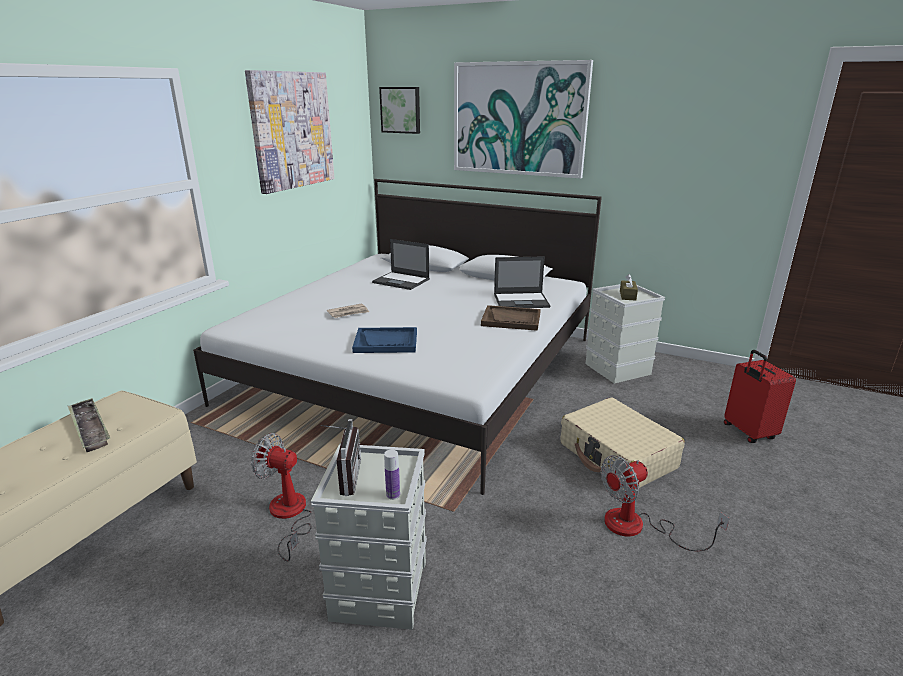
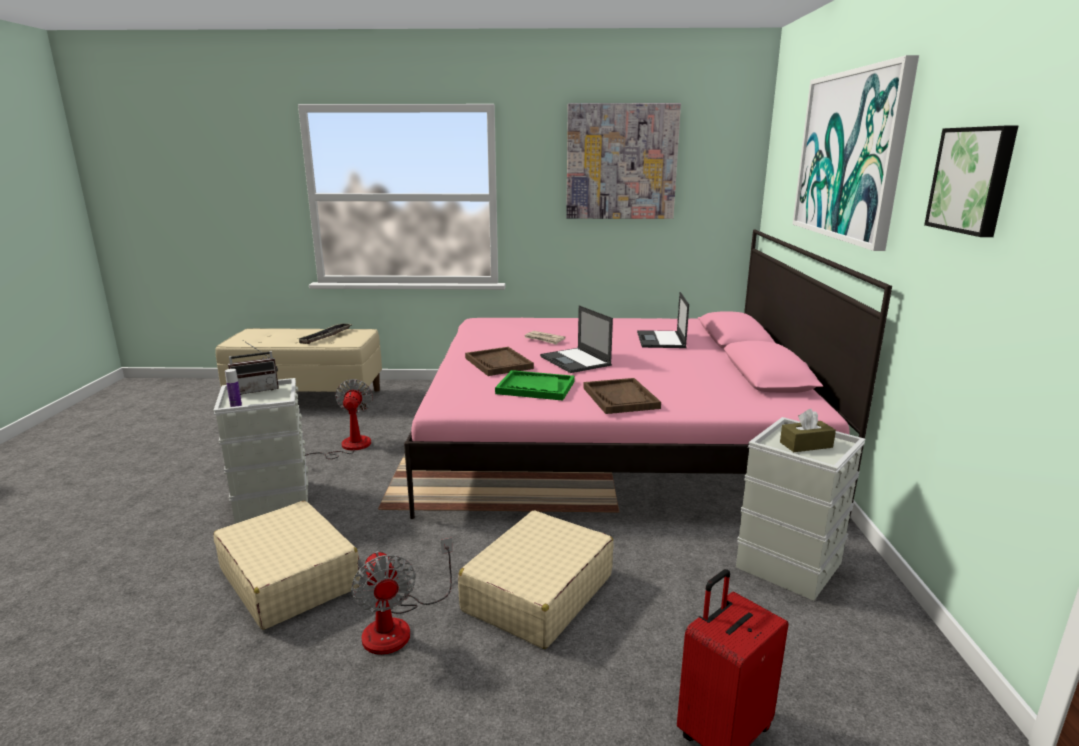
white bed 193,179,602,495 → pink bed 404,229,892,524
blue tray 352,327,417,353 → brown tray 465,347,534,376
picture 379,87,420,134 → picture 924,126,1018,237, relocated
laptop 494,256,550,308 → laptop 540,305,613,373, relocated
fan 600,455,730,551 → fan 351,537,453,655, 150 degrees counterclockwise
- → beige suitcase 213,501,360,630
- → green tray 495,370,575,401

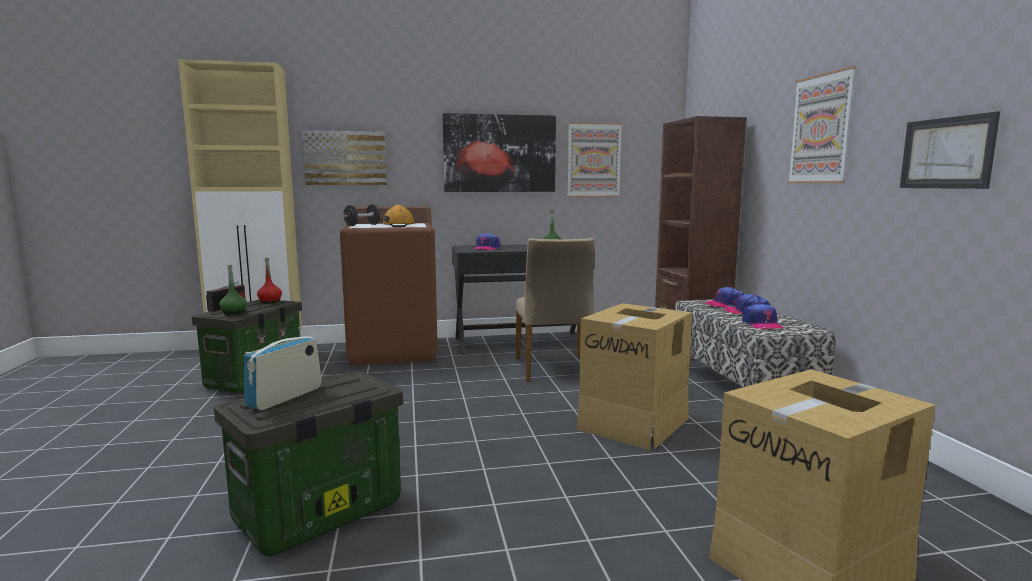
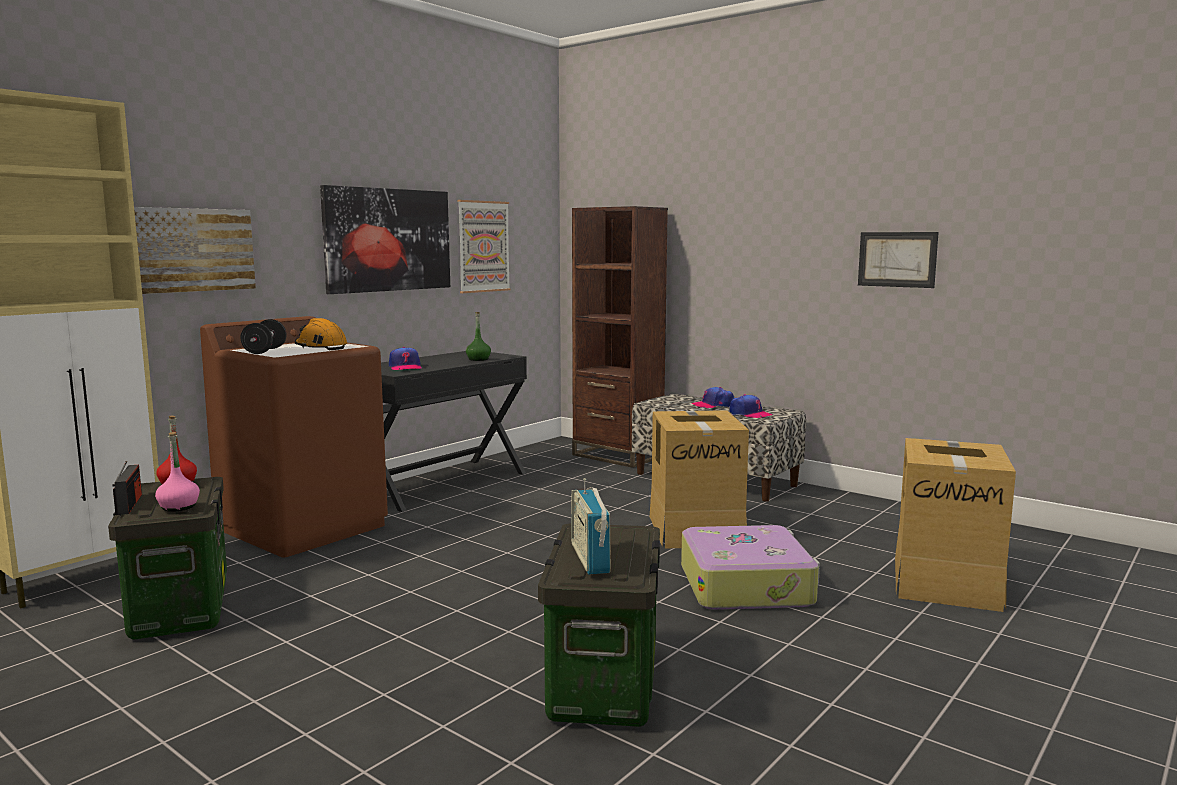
green bottle 219,264,247,315 → pink bottle 155,432,200,512
beige chair 516,238,595,382 → -
cap 704,287,744,307 → -
picture 787,66,856,183 → -
- → suitcase 681,525,820,610

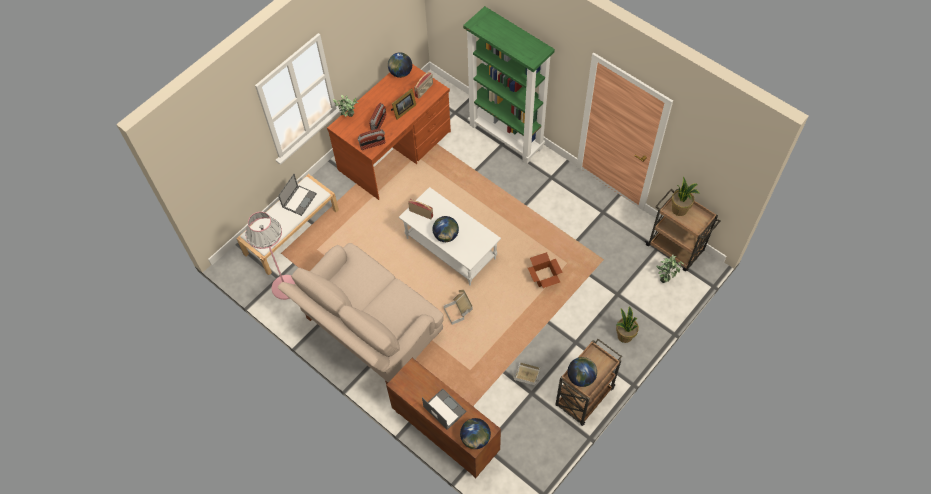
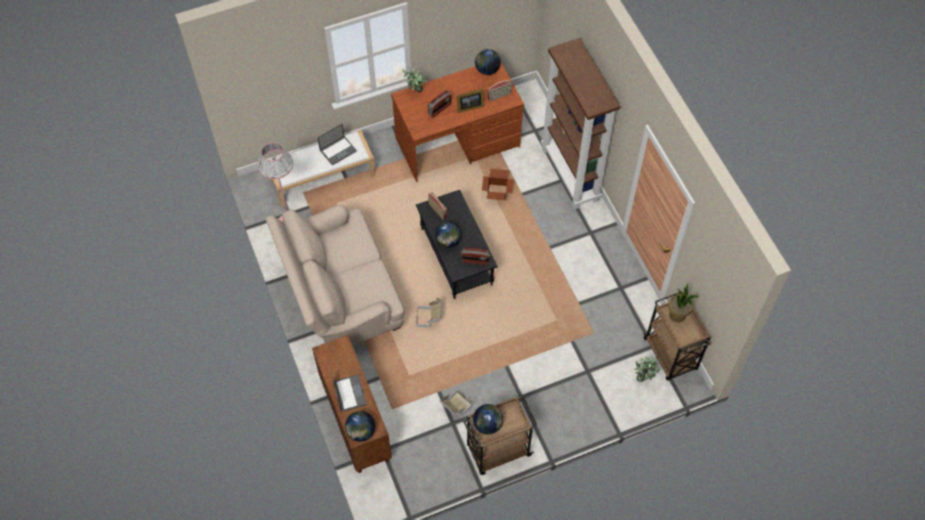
radio 358,128,385,150 → radio 461,248,490,265, relocated
white coffee table 399,187,501,286 → black coffee table 416,190,498,299
green bookcase 463,6,555,164 → brown bookcase 541,38,620,209
cardboard box 528,252,563,288 → cardboard box 482,169,514,200, relocated
potted plant 616,306,639,343 → -

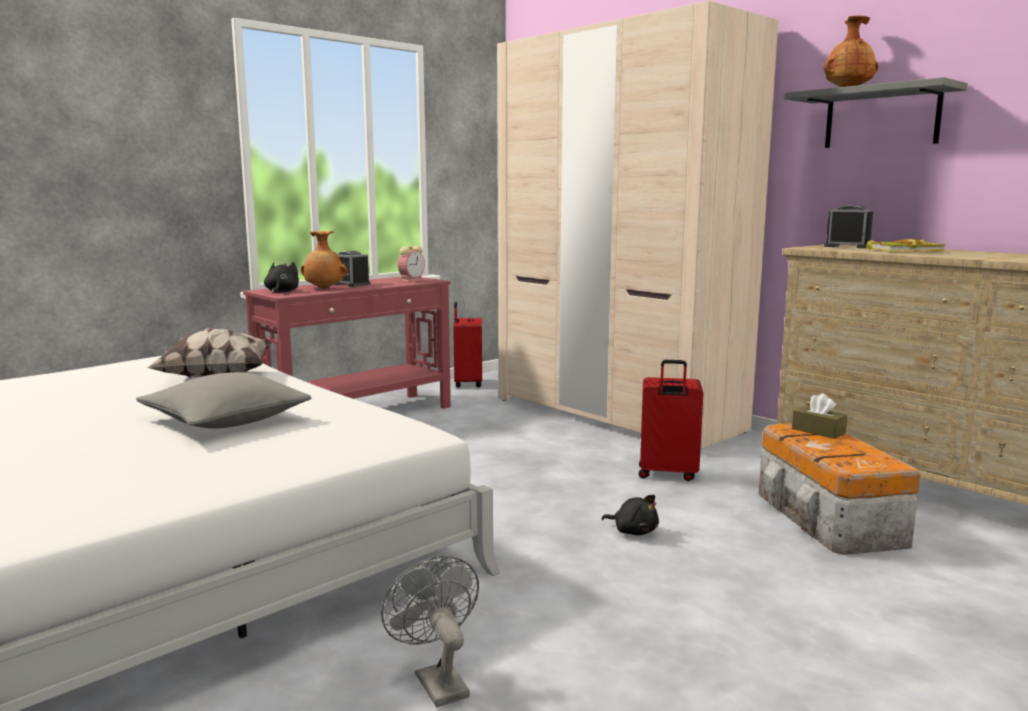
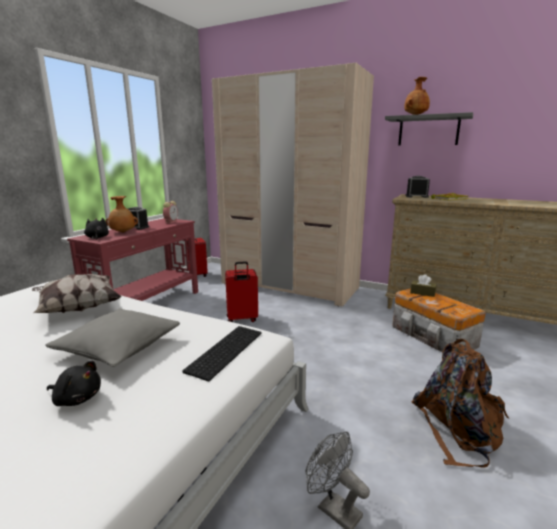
black plush toy 602,495,659,535 → black plush toy 47,361,101,406, relocated
red suitcase 639,360,703,481 → red suitcase 225,261,258,322, relocated
- → keyboard 182,326,262,381
- → brown backpack 411,339,509,467

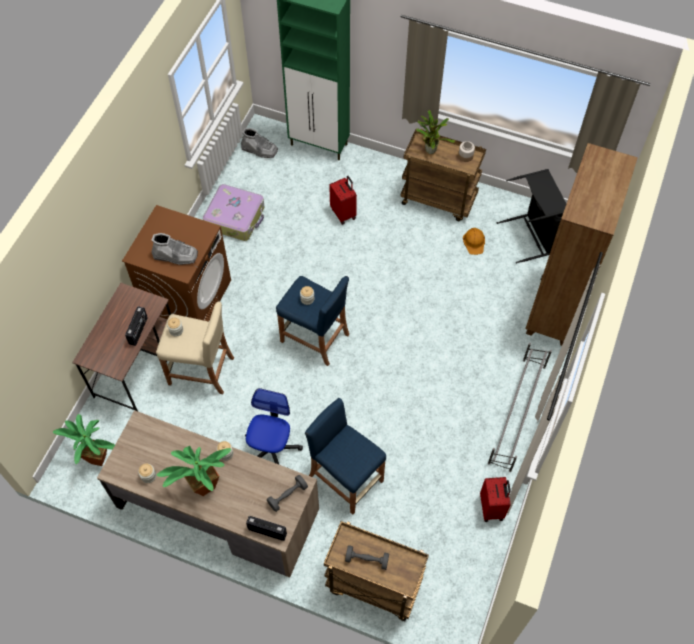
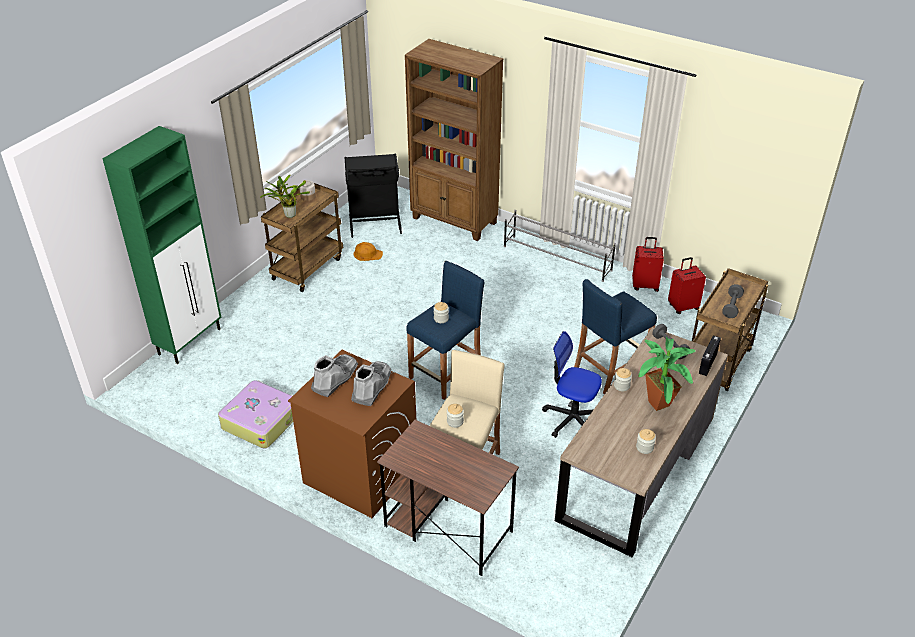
potted plant 53,414,115,466 → -
radio 125,306,148,346 → -
grey boot 241,128,278,158 → grey boot 311,354,358,397, relocated
red suitcase 329,176,357,225 → red suitcase 668,257,706,314, relocated

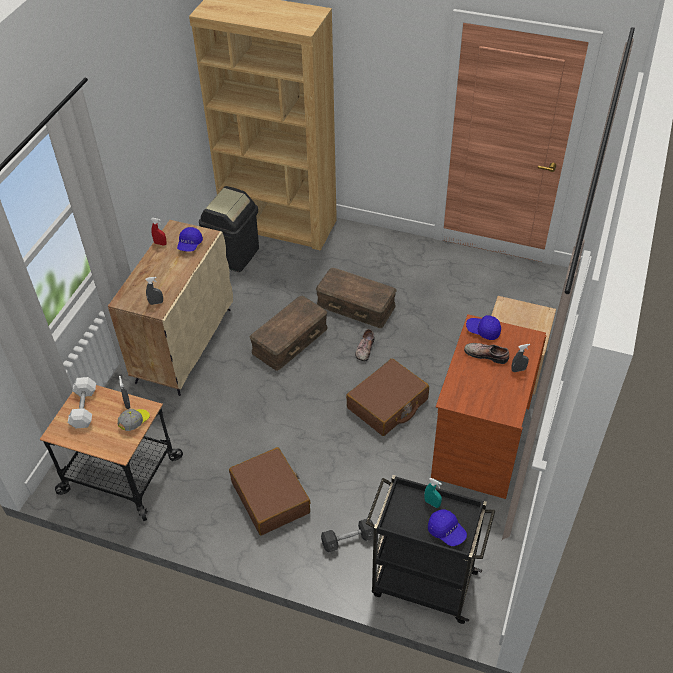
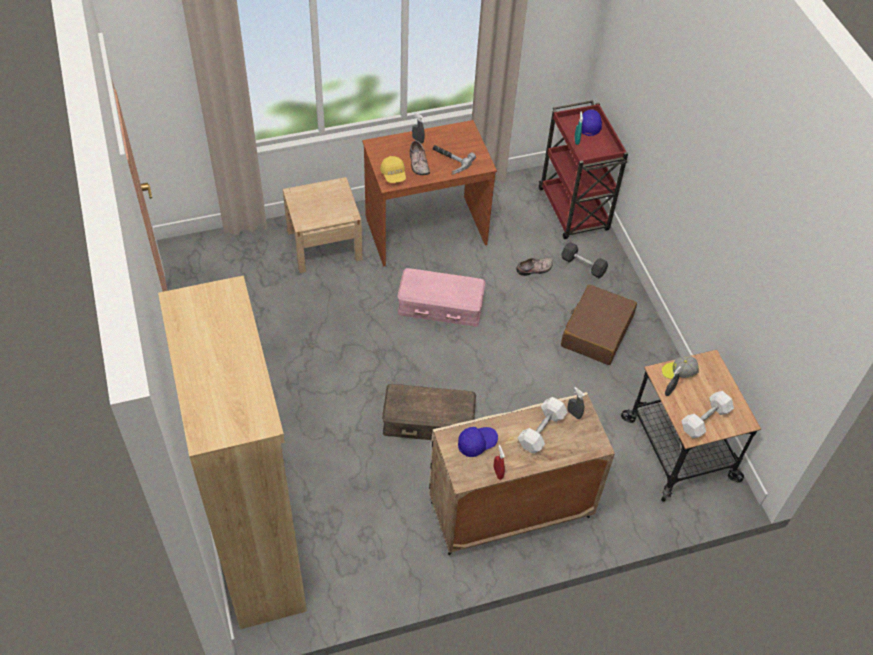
black trash can 199,186,259,272 → -
brown storage box 316,268,396,328 → -
brown suitcase 346,358,429,436 → pink storage box 397,268,486,327
shoe 355,329,375,361 → shoe 516,258,553,276, relocated
black cart 365,475,495,624 → red cart 539,100,628,239
blue cap 466,315,501,340 → yellow cap 380,156,406,183
- → hammer 433,145,476,174
- → white dumbbell 518,397,568,453

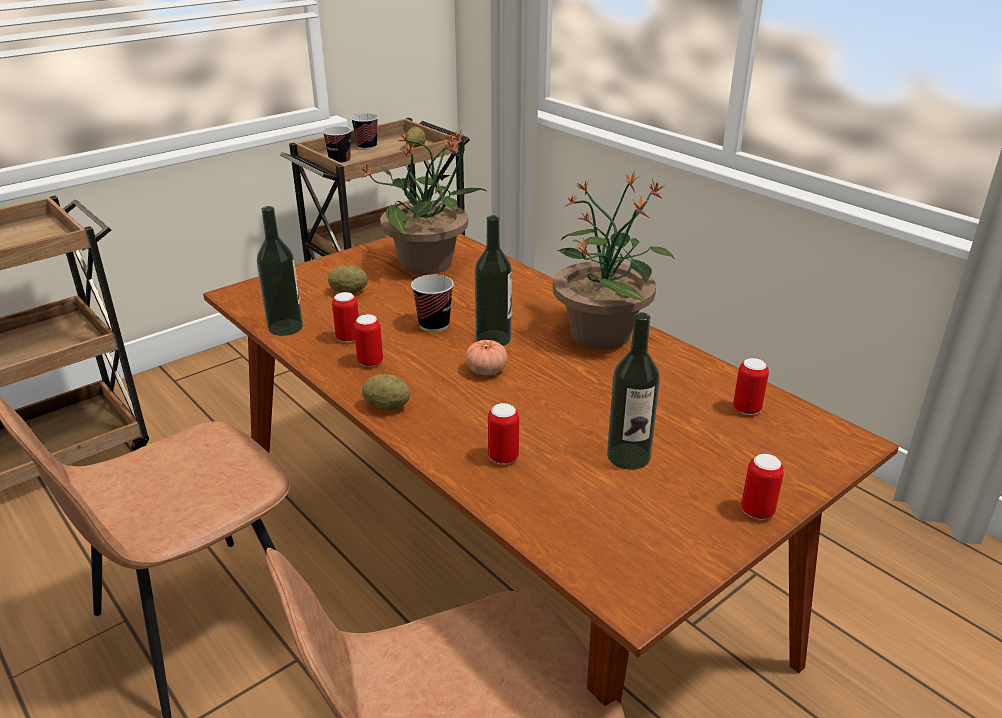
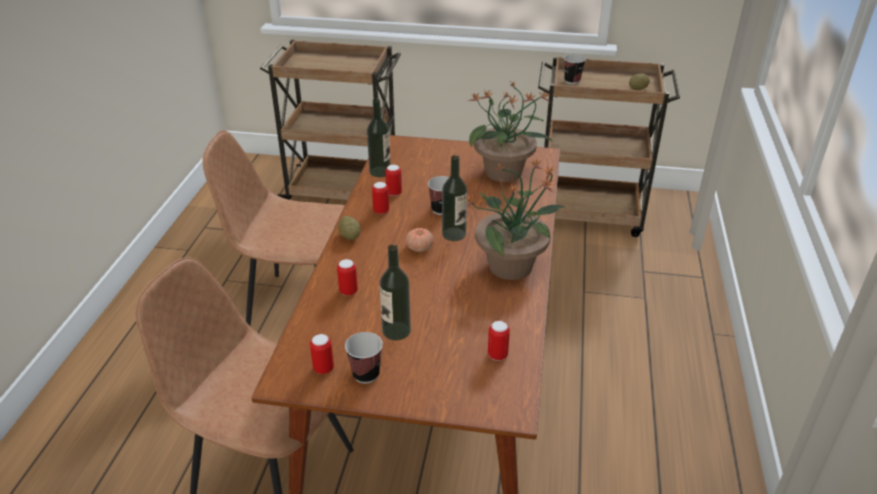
potato 328,265,368,294 → -
cup 351,113,378,150 → cup 345,332,383,383, relocated
can 741,454,784,519 → can 310,334,334,374, relocated

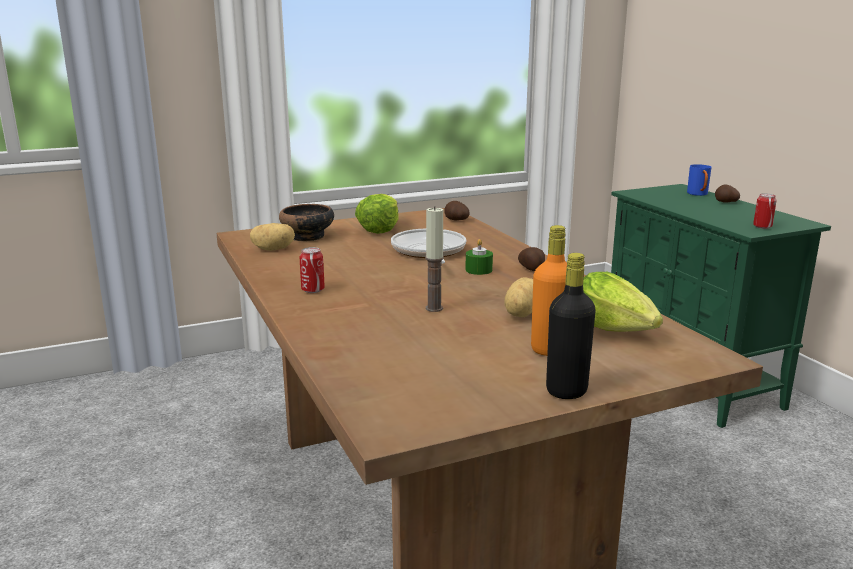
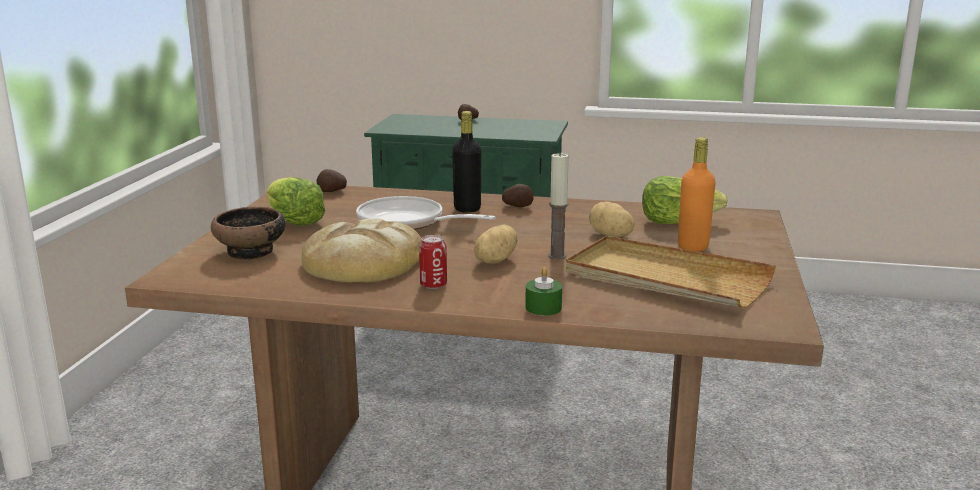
potato 250,223,295,251 → potato 474,225,517,264, relocated
green candle 465,239,493,275 → green candle 525,267,562,315, relocated
black bottle 546,253,596,399 → black bottle 452,111,482,213, relocated
blue mug 687,164,712,196 → -
can 753,193,777,229 → -
- → bread 301,218,422,283
- → beige tray 566,236,776,308

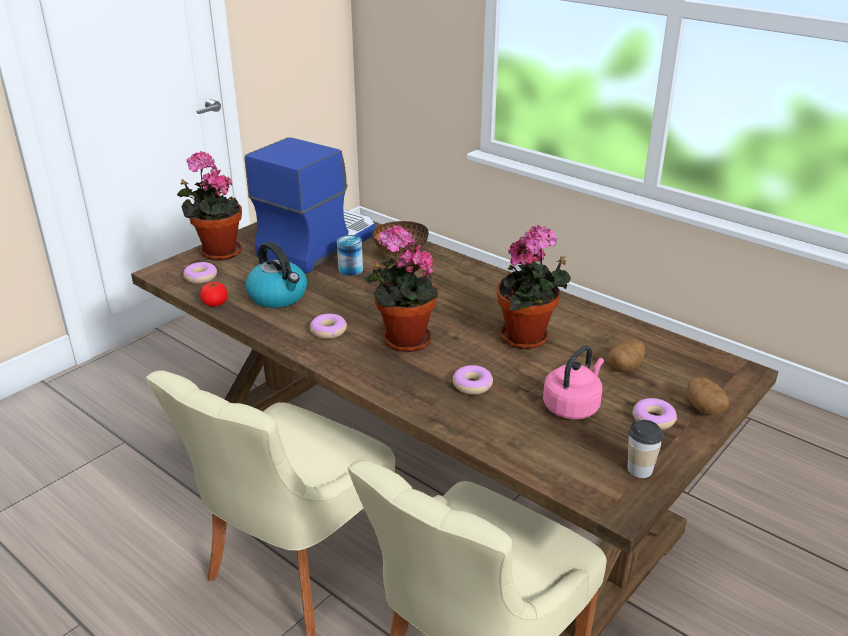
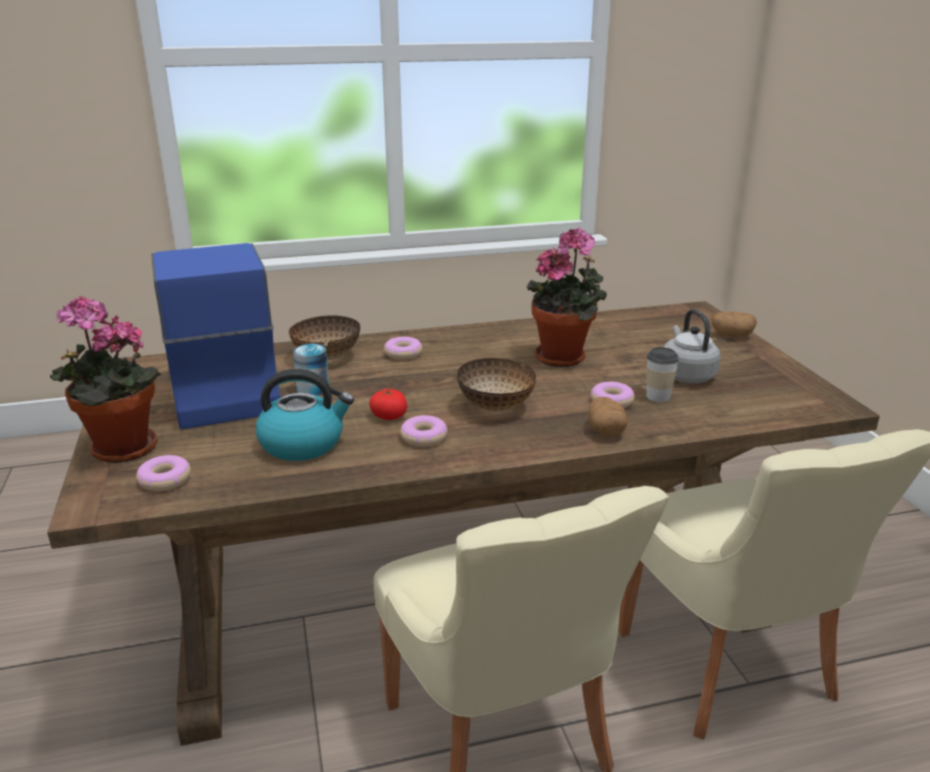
tomato 200,282,228,306 → tomato 369,388,407,420, relocated
potted plant 364,225,438,352 → bowl 457,358,536,412
pink kettle 543,345,604,419 → grey kettle 664,309,720,383
potato 608,339,645,371 → potato 588,397,628,436, relocated
cup 627,420,664,478 → cup 646,347,679,402, relocated
donut 632,398,677,430 → donut 384,337,422,360, relocated

